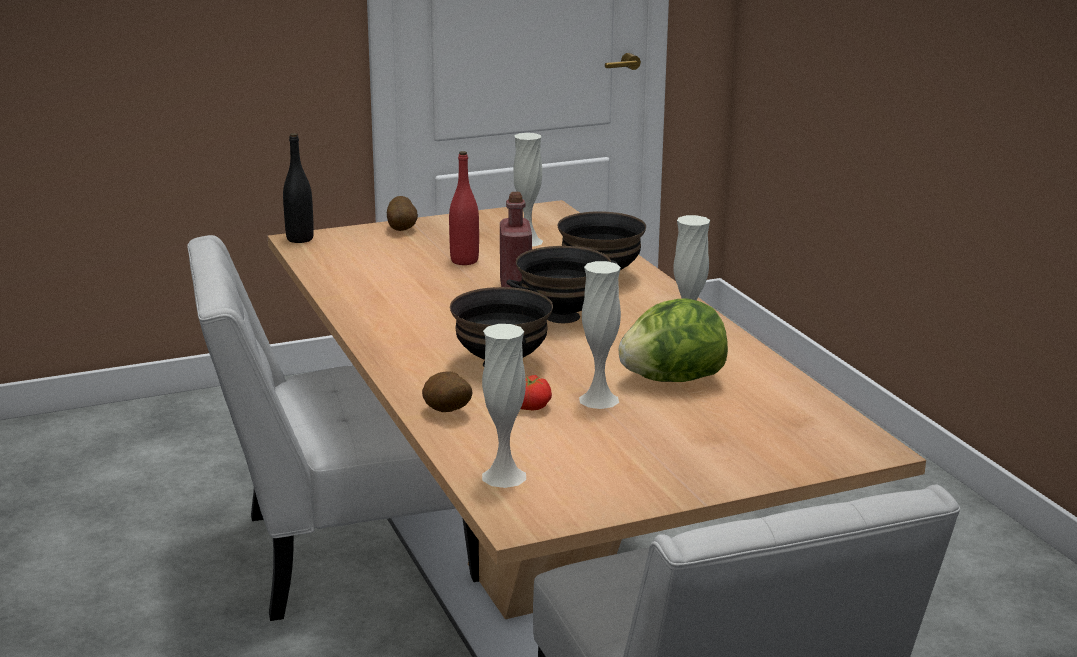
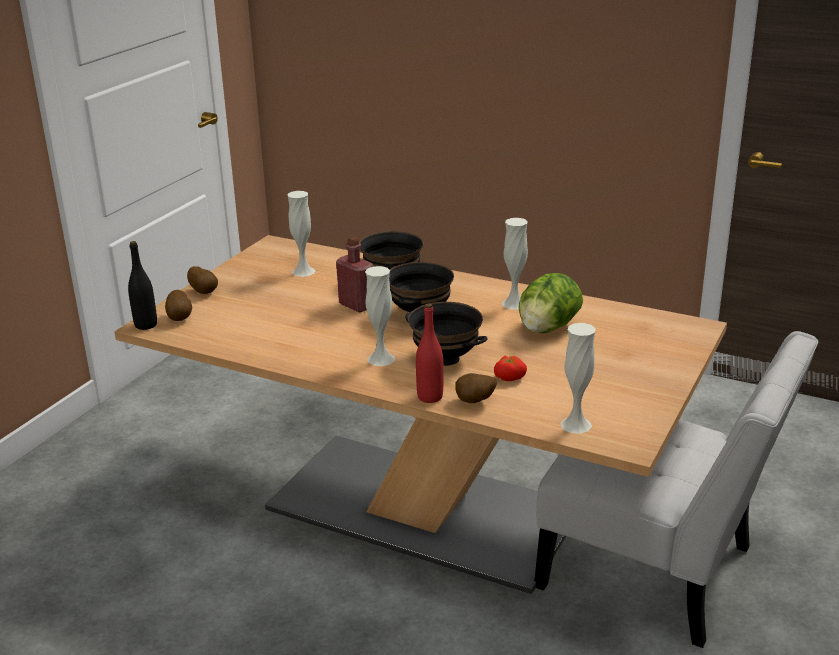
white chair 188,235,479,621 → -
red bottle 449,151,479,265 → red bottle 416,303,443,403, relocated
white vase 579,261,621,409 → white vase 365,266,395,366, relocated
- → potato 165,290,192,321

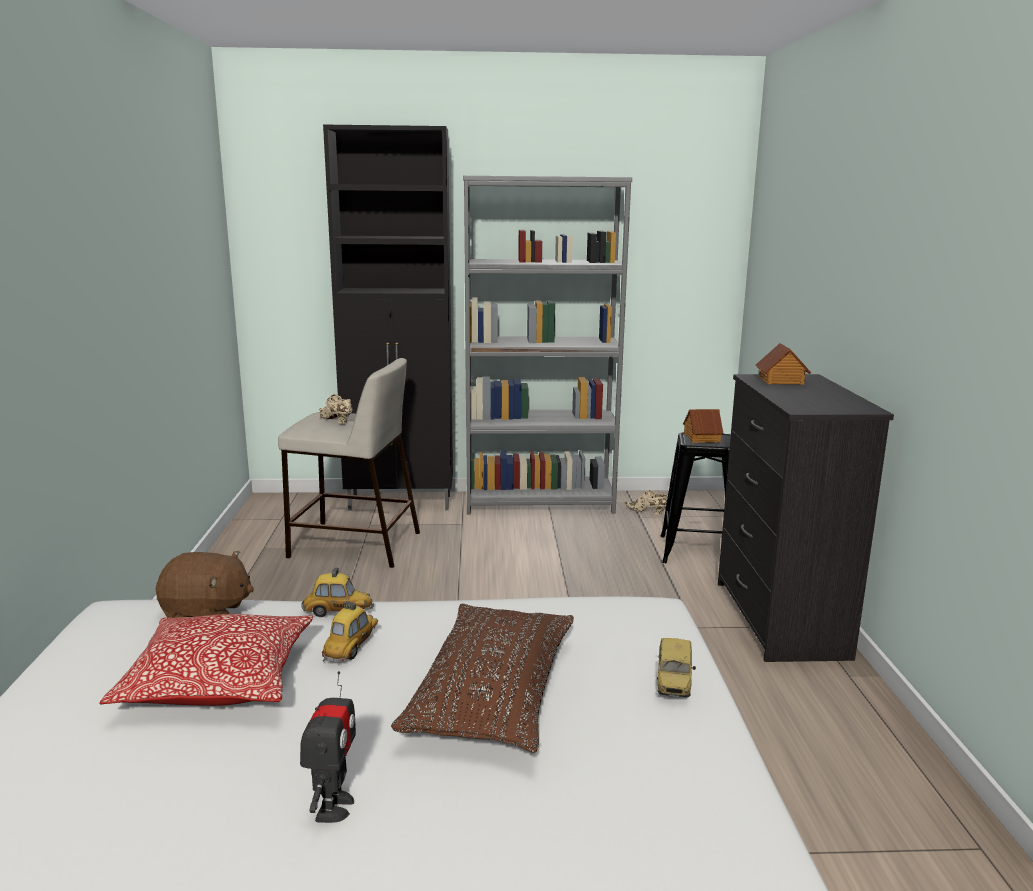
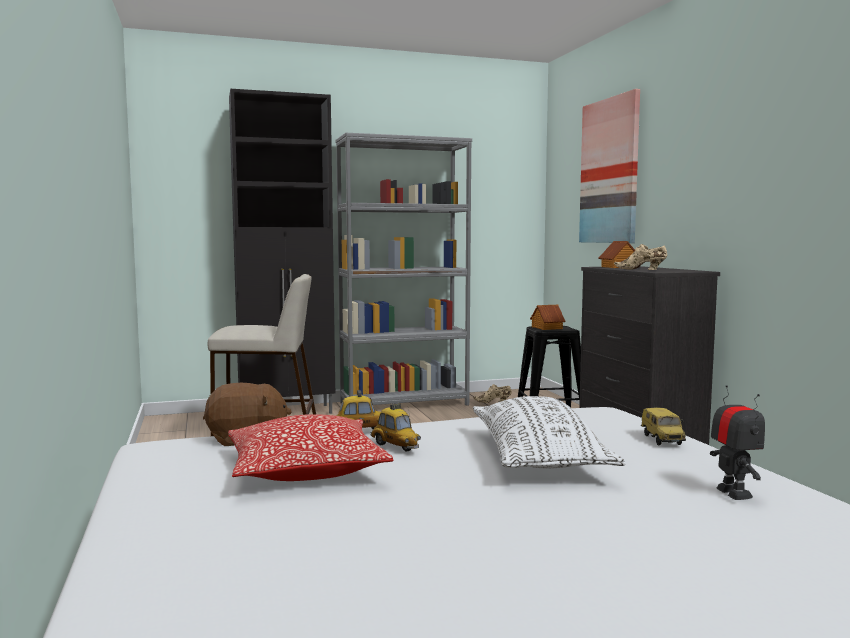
toy robot 300,671,356,823 → toy robot 710,385,765,500, relocated
beige shoe 319,394,353,424 → beige shoe 614,244,667,270, relocated
toy car 322,600,378,662 → toy car 370,403,421,452, 135 degrees clockwise
brown pillow 391,604,574,753 → white pillow 473,396,626,468
- → picture 579,89,640,243

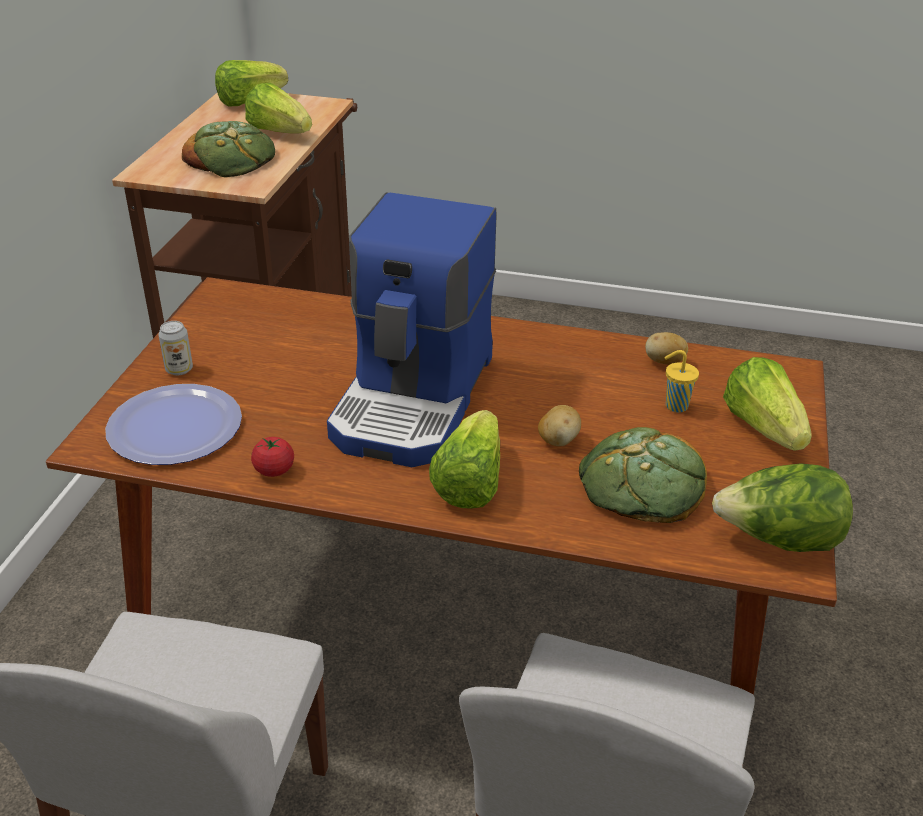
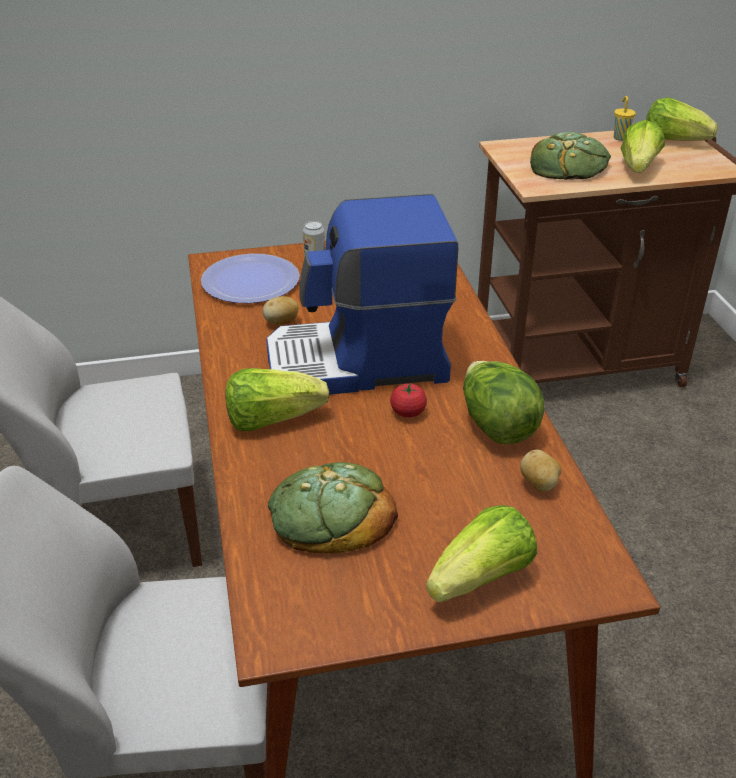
tomato 251,437,294,477 → tomato 390,382,427,417, relocated
potato 538,405,581,446 → potato 263,296,299,325, relocated
yellow cup 665,350,699,412 → yellow cup 614,96,636,141, relocated
lettuce 712,463,853,552 → lettuce 463,361,544,444, relocated

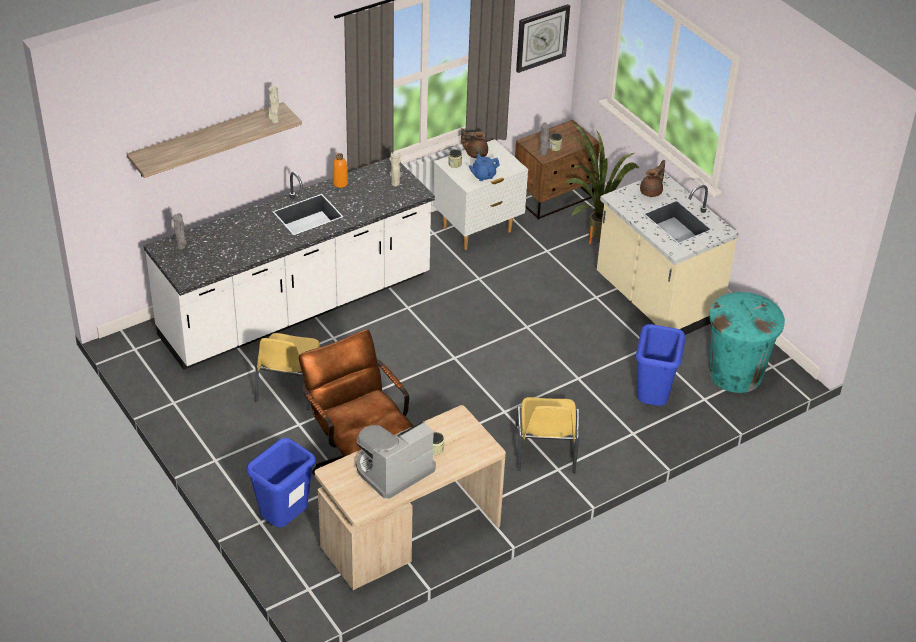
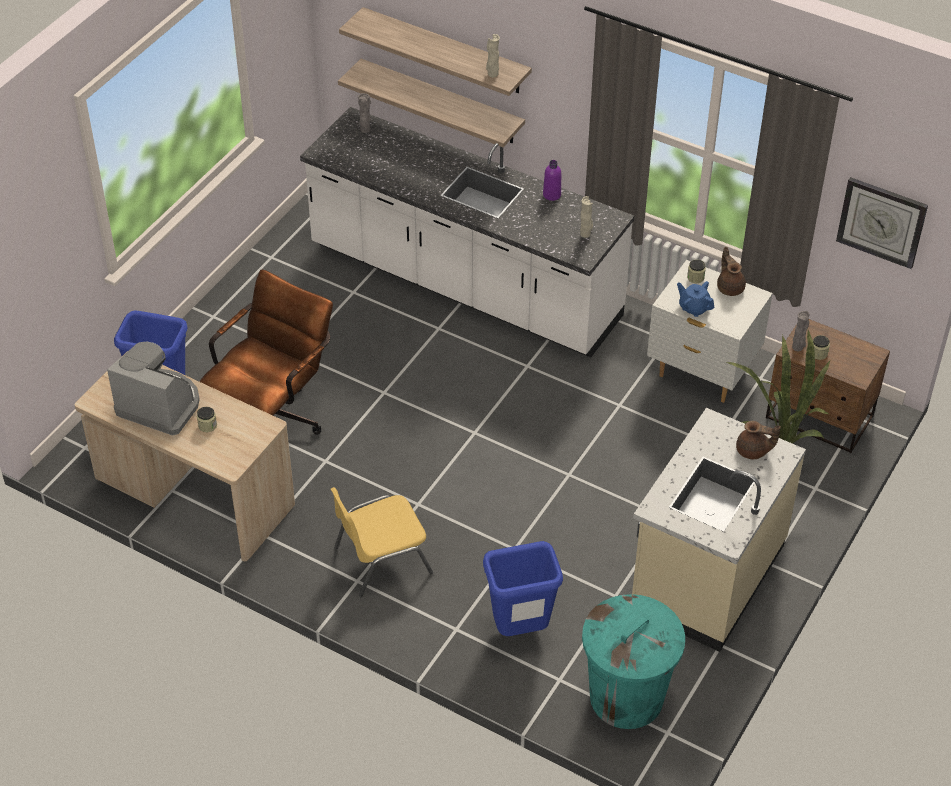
yellow chair 255,333,320,410 → -
orange bottle 333,153,348,188 → purple bottle 543,160,561,201
- → shelf 338,59,525,147

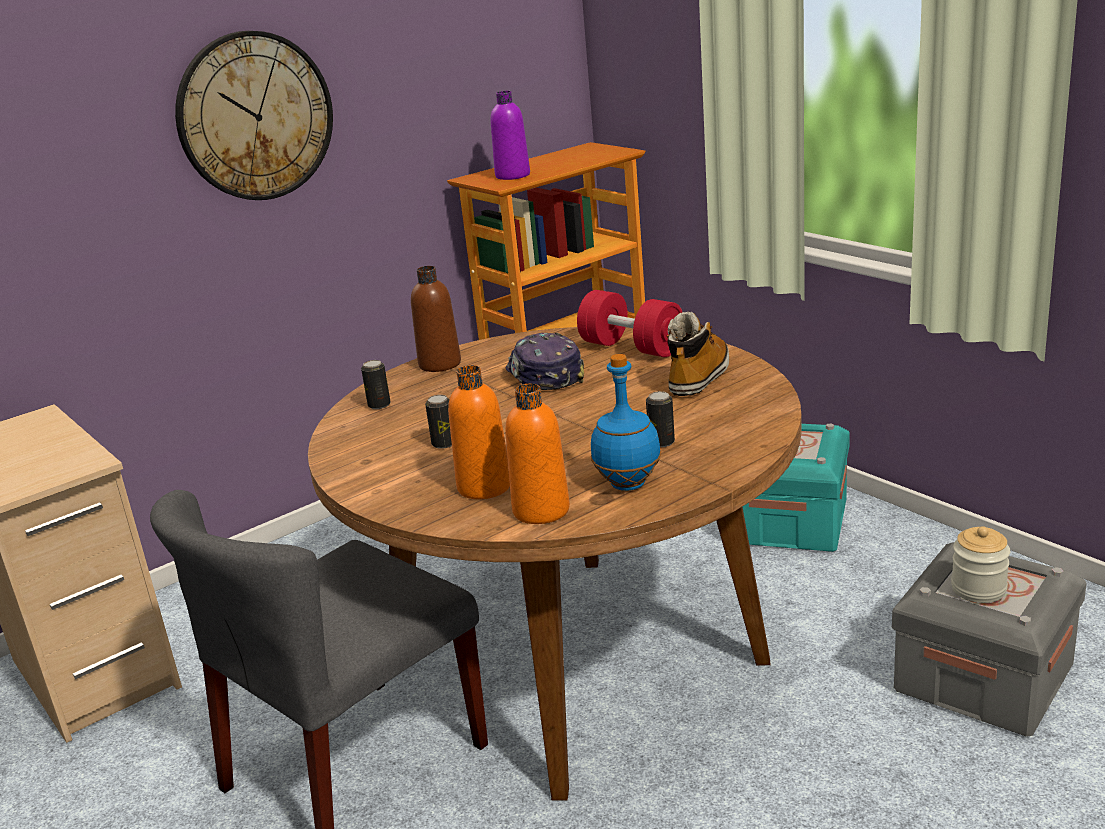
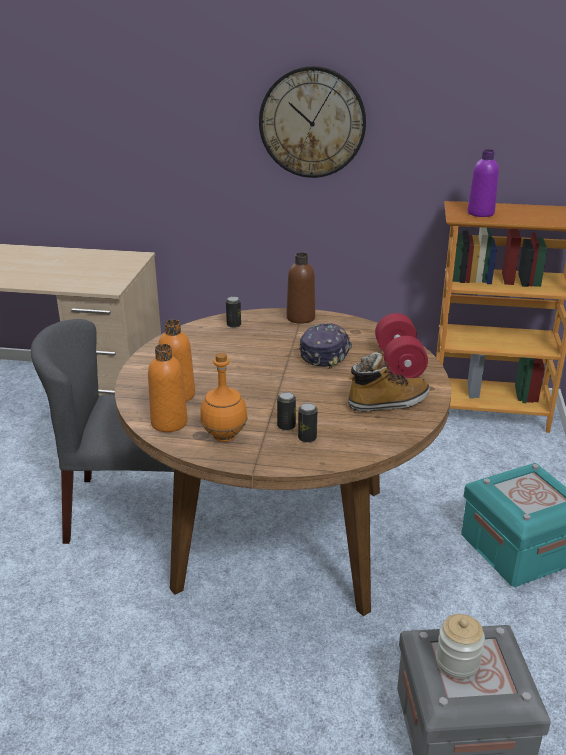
can 425,395,452,449 → can 298,403,317,443, relocated
blue bottle 591,354,661,491 → orange bottle 200,353,248,442

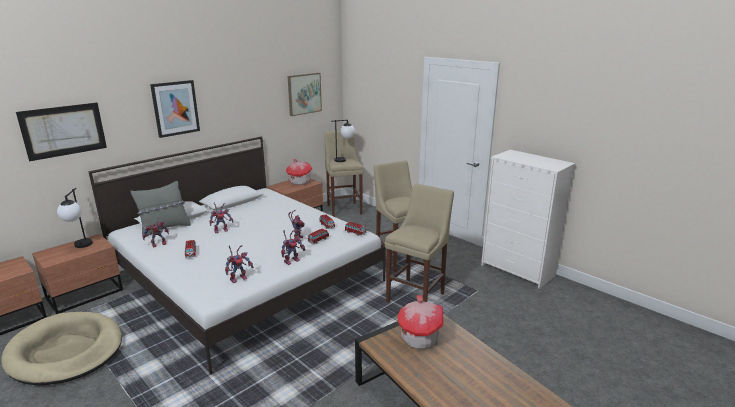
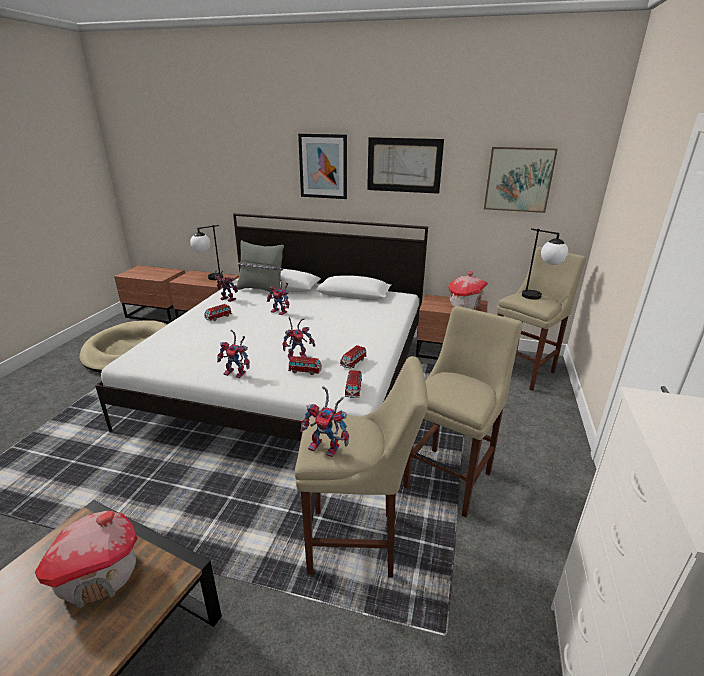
picture 16,103,107,161 → picture 367,137,444,194, relocated
toy robot 225,245,254,283 → toy robot 300,386,349,457, relocated

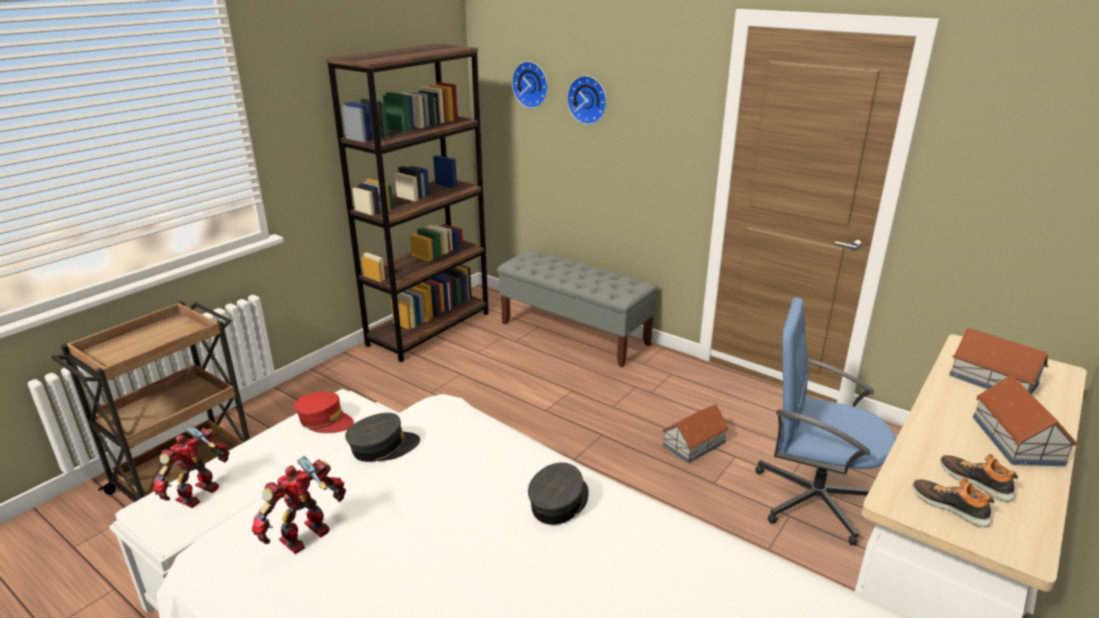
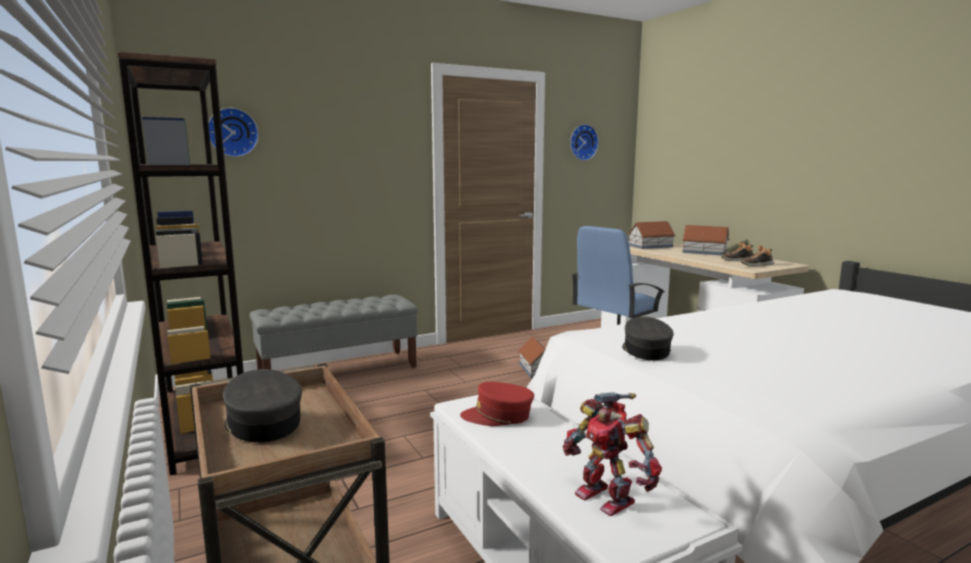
toy robot 252,456,346,554 → -
red cap 294,392,354,433 → red cap 460,382,534,426, 135 degrees counterclockwise
grey cap 528,462,589,525 → grey cap 223,369,302,443, relocated
wall clock 567,75,607,125 → wall clock 570,124,599,161, relocated

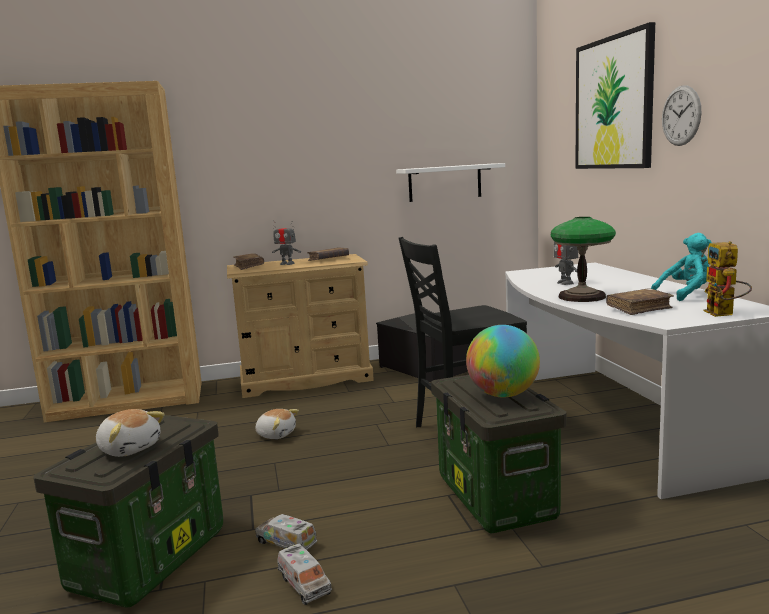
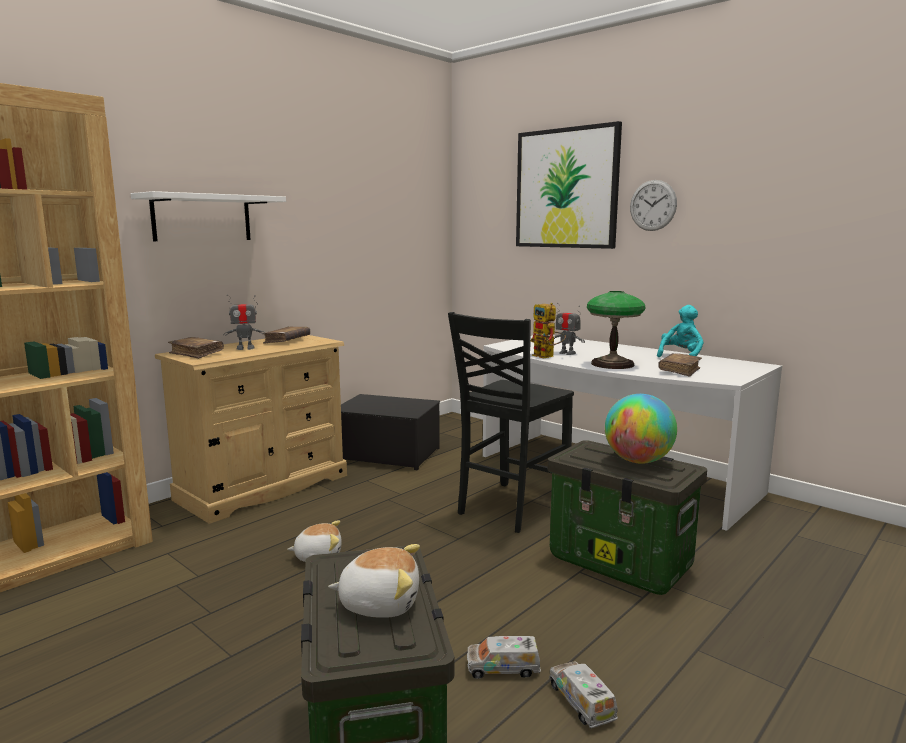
toy truck 277,544,332,605 → toy truck 549,662,618,728, 135 degrees counterclockwise
white shelf 396,163,505,202 → white shelf 131,191,286,241, relocated
toy robot 703,241,752,317 → toy robot 530,303,566,358, relocated

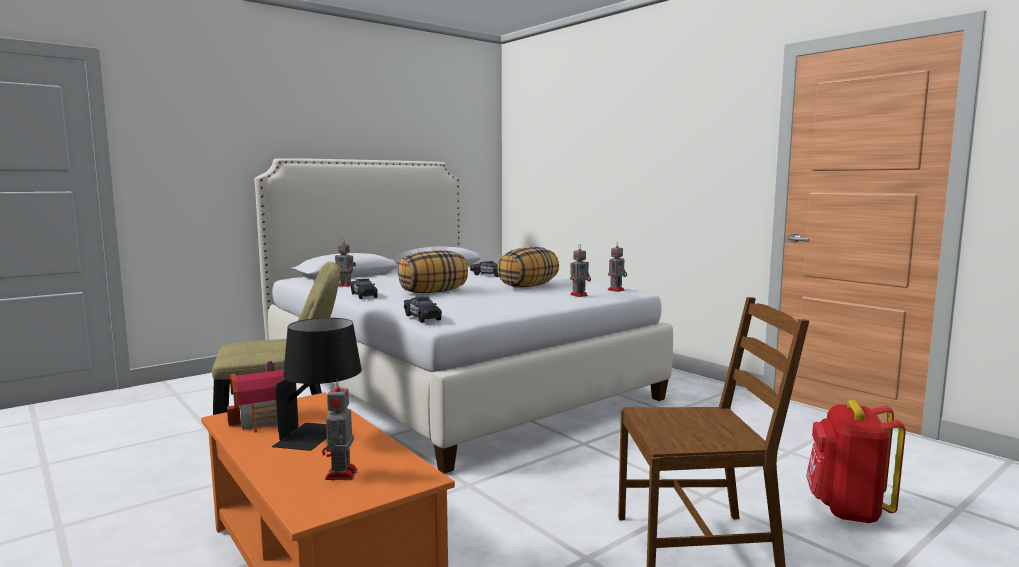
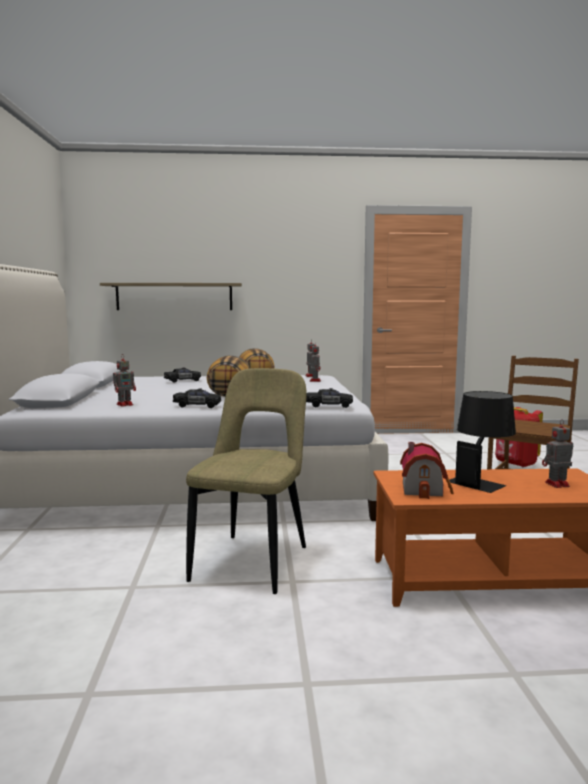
toy robot 322,379,357,480 → toy robot 542,419,573,488, 135 degrees clockwise
- → shelf 100,283,242,310

